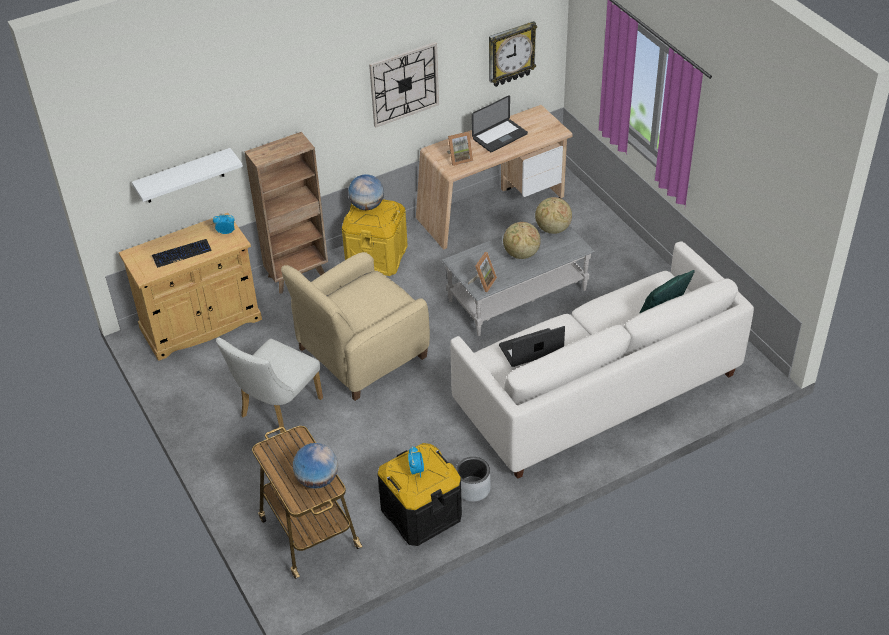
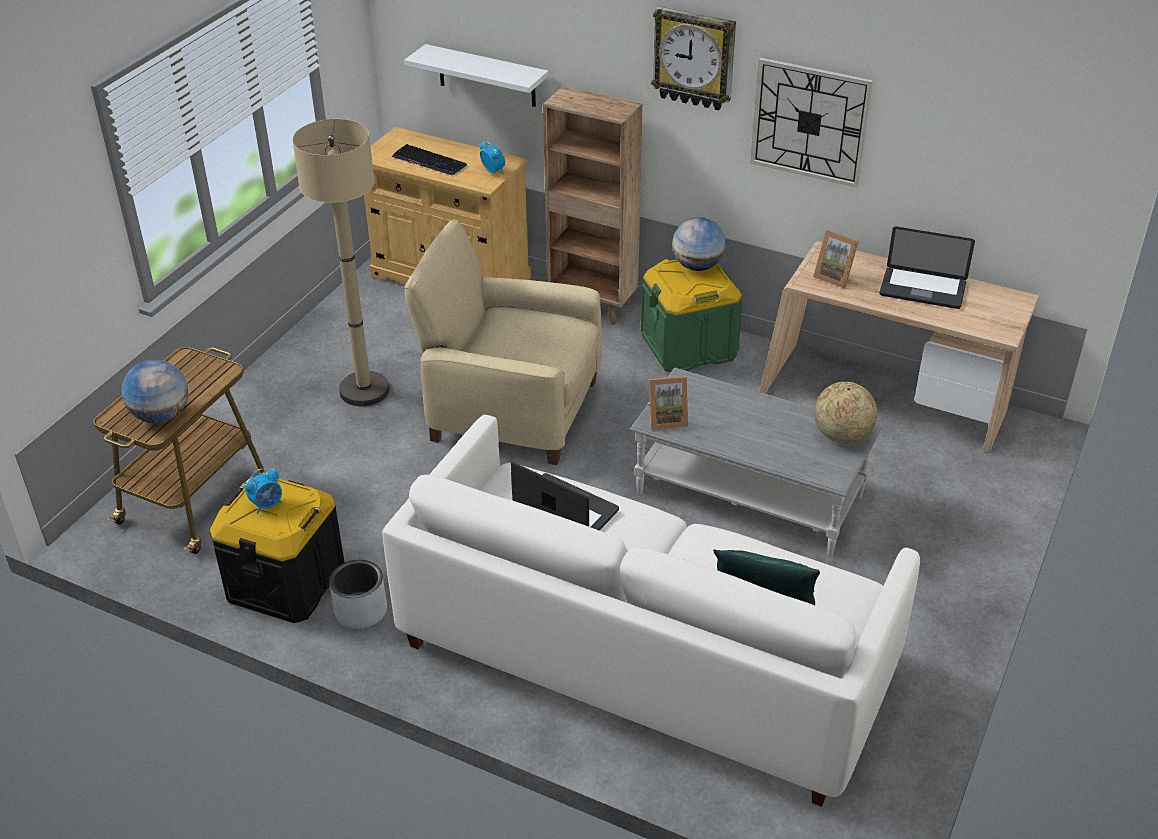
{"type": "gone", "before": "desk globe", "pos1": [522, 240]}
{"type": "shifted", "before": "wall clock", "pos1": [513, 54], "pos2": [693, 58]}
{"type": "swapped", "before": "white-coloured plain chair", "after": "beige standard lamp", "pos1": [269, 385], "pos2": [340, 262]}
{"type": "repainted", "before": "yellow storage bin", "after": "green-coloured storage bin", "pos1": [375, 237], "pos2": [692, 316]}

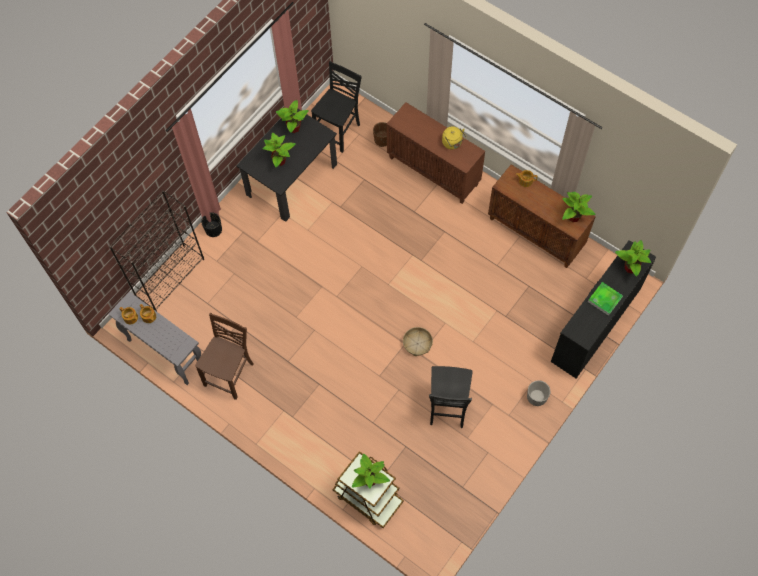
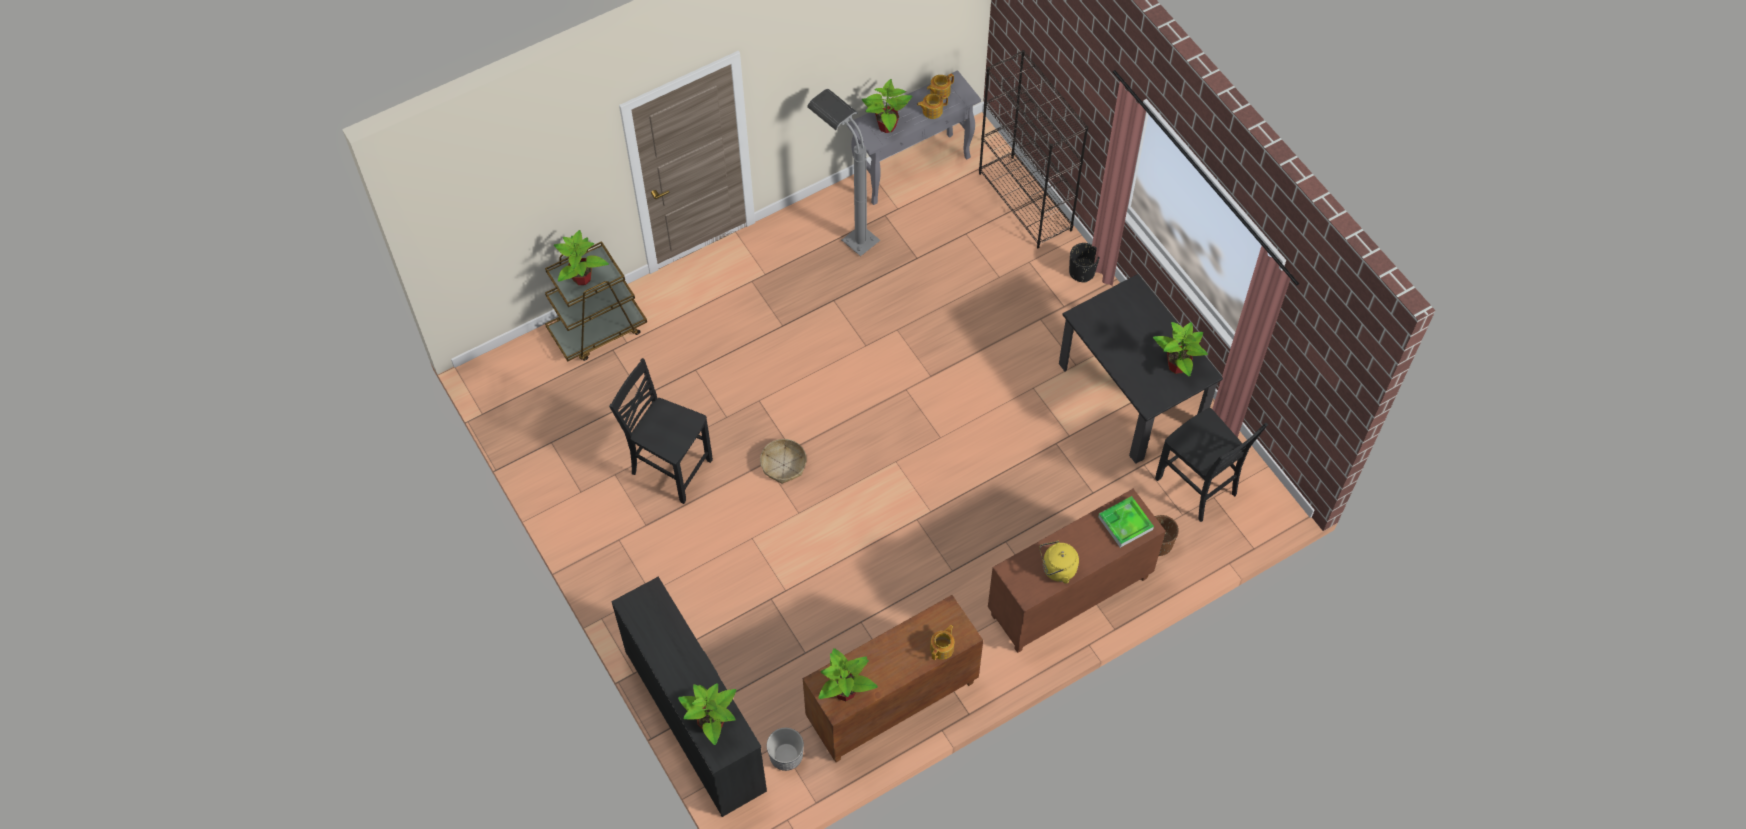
{"type": "shifted", "before": "plant in a pot", "pos1": [279, 150], "pos2": [887, 106]}
{"type": "shifted", "before": "plant pot", "pos1": [538, 393], "pos2": [785, 749]}
{"type": "shifted", "before": "serving tray", "pos1": [605, 299], "pos2": [1126, 522]}
{"type": "swapped", "before": "brownish plain chair", "after": "grey standard lamp", "pos1": [224, 356], "pos2": [843, 172]}

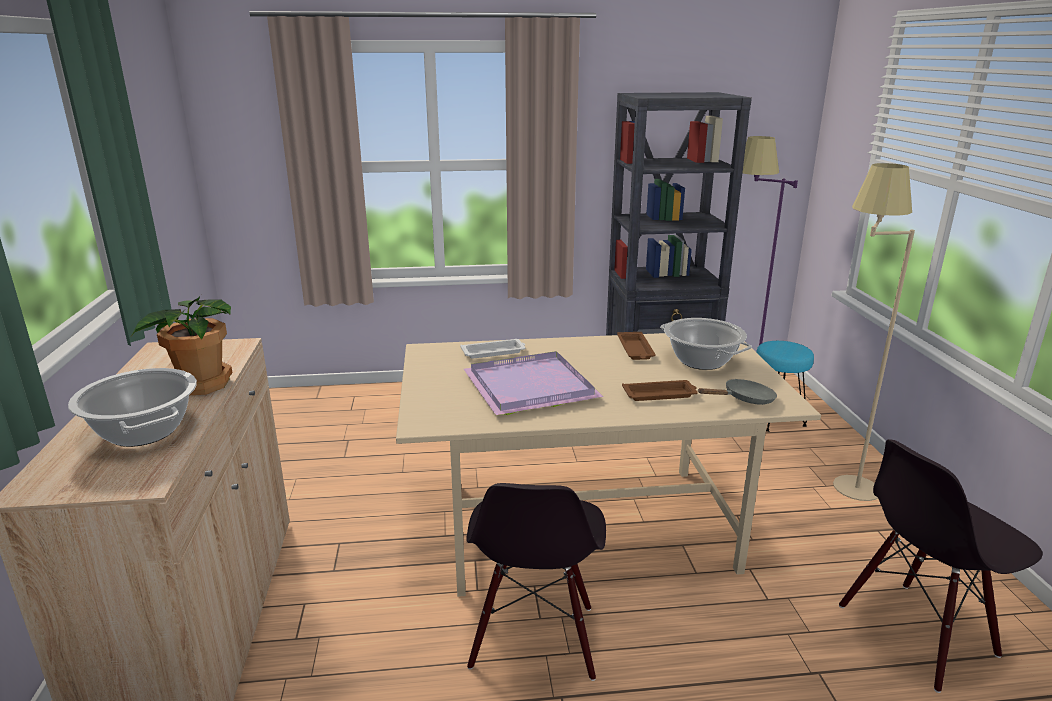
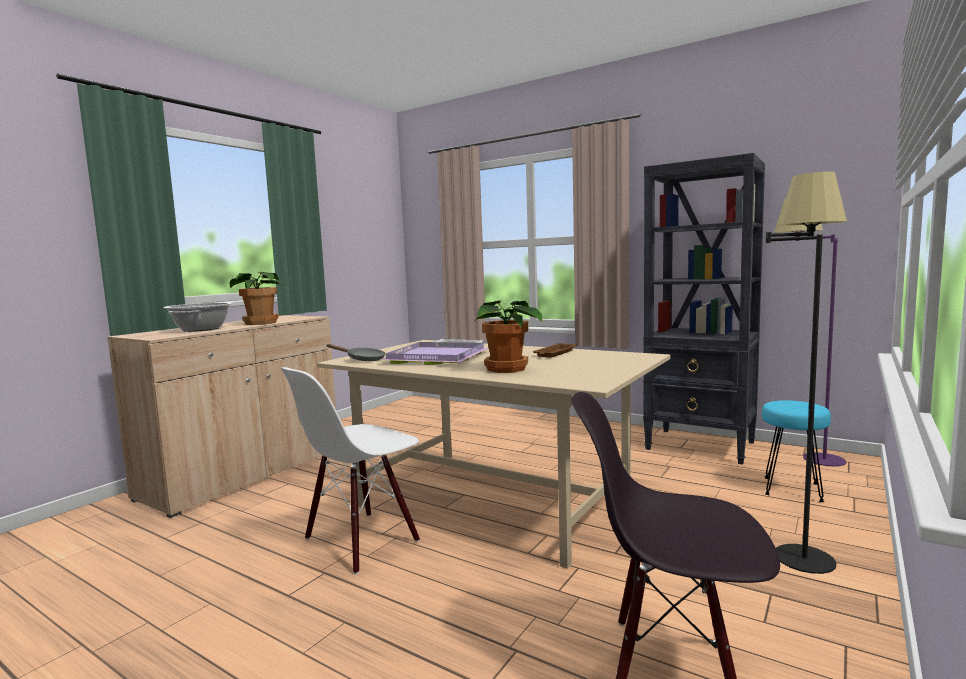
{"type": "gone", "before": "saucepot", "pos1": [706, 344]}
{"type": "shifted", "before": "grey pan", "pos1": [737, 392], "pos2": [356, 352]}
{"type": "swapped", "before": "brownish serving tray", "after": "plant in a pot", "pos1": [660, 390], "pos2": [509, 336]}
{"type": "repainted", "before": "black plain chair", "after": "white-coloured plain chair", "pos1": [536, 582], "pos2": [350, 470]}
{"type": "repainted", "before": "beige standard lamp", "after": "black standard lamp", "pos1": [874, 332], "pos2": [806, 372]}

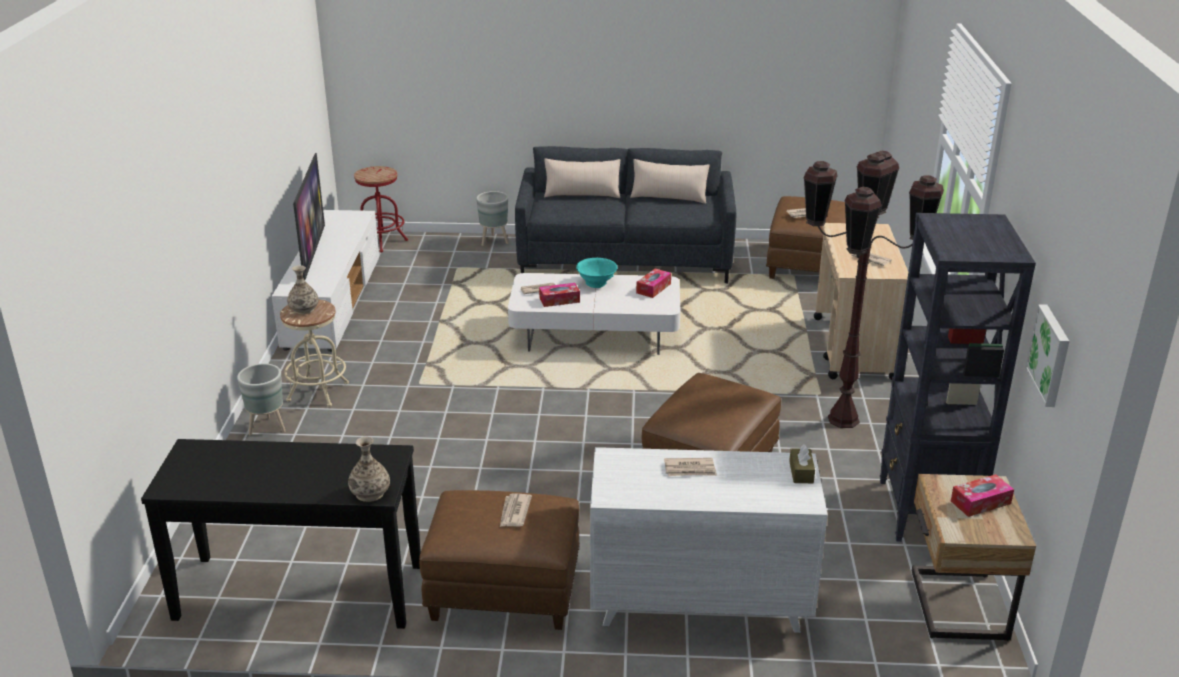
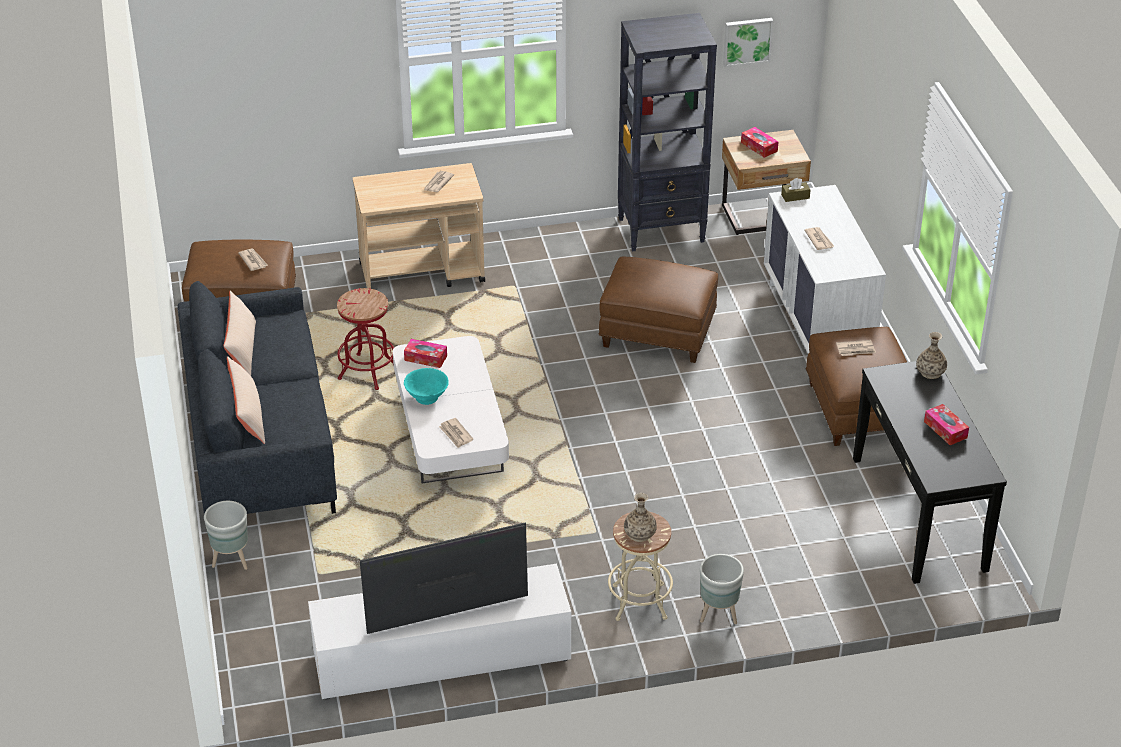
{"type": "gone", "before": "brownish standard lamp", "pos1": [874, 289]}
{"type": "shifted", "before": "red-coloured sitting stool", "pos1": [381, 209], "pos2": [365, 339]}
{"type": "shifted", "before": "tissue box", "pos1": [559, 295], "pos2": [946, 424]}

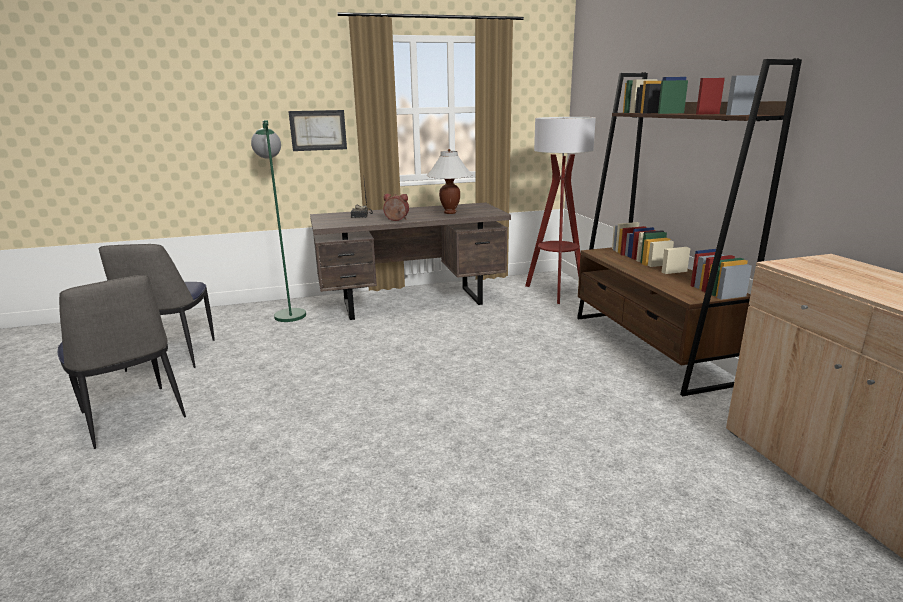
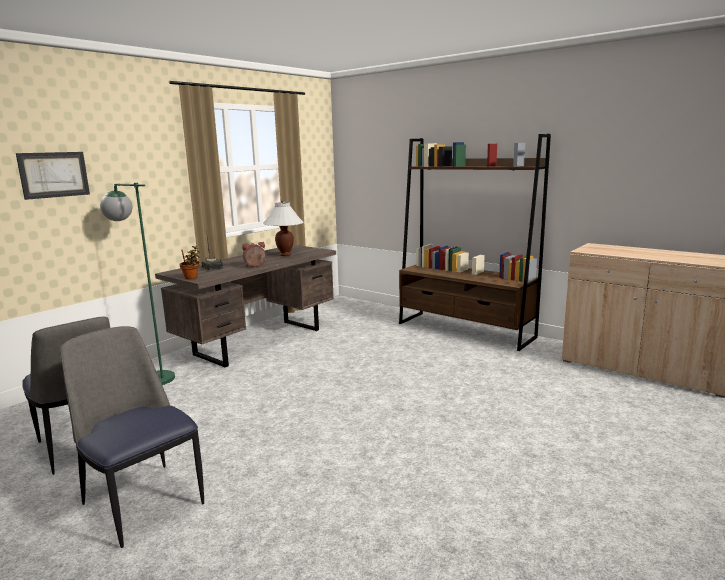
{"type": "gone", "before": "standard lamp", "pos1": [560, 210]}
{"type": "new", "after": "plant in a pot", "pos2": [189, 262]}
{"type": "shifted", "before": "wall picture", "pos1": [317, 130], "pos2": [53, 176]}
{"type": "rotated", "before": "plain chair", "pos1": [122, 362], "pos2": [132, 437], "turn": -150}

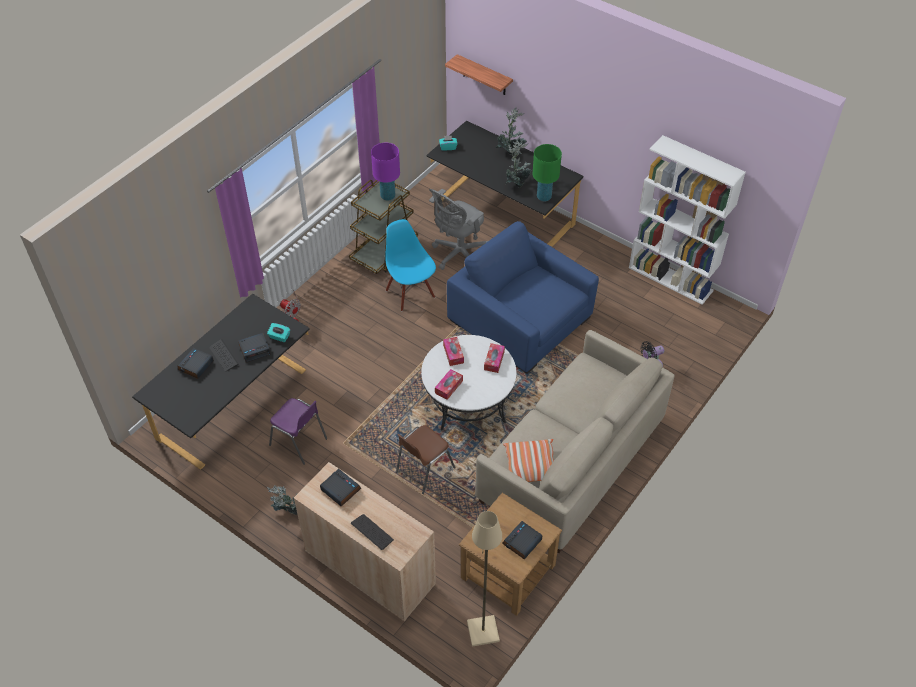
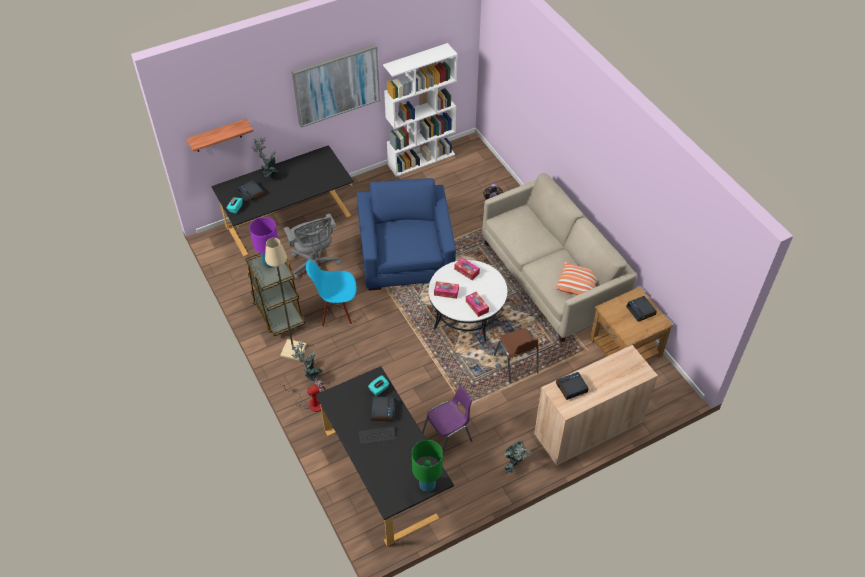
{"type": "gone", "before": "PC keyboard", "pos1": [372, 532]}
{"type": "new", "after": "wall picture", "pos2": [336, 86]}
{"type": "shifted", "before": "bedside clock", "pos1": [196, 363], "pos2": [251, 191]}
{"type": "shifted", "before": "beige standard lamp", "pos1": [484, 579], "pos2": [285, 299]}
{"type": "shifted", "before": "plant in a pot", "pos1": [518, 163], "pos2": [307, 361]}
{"type": "shifted", "before": "green-coloured tabletop lamp", "pos1": [547, 172], "pos2": [427, 466]}
{"type": "rotated", "before": "bluish lounge chair", "pos1": [523, 297], "pos2": [406, 234], "turn": 105}

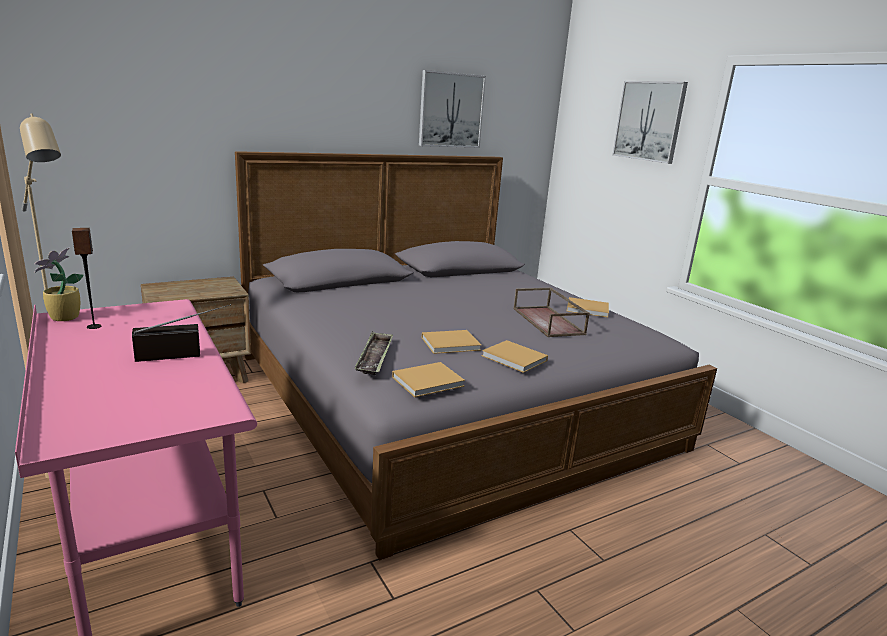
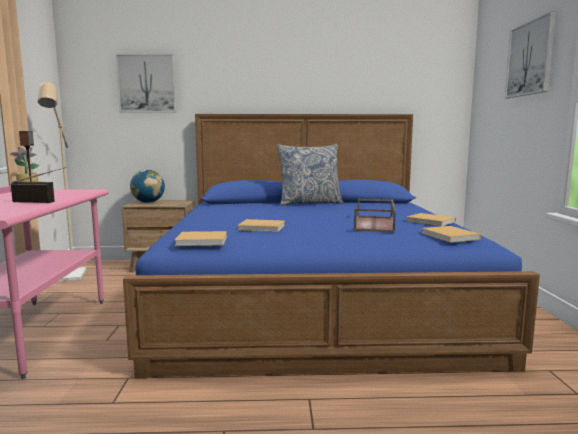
{"type": "gone", "before": "serving tray", "pos1": [373, 353]}
{"type": "new", "after": "desk globe", "pos2": [147, 186]}
{"type": "new", "after": "throw pillow", "pos2": [310, 174]}
{"type": "shifted", "before": "wall picture", "pos1": [452, 109], "pos2": [146, 83]}
{"type": "shifted", "before": "beige bound book", "pos1": [515, 356], "pos2": [451, 234]}
{"type": "repainted", "before": "grey bedroom bed", "after": "bluish bedroom bed", "pos1": [476, 355], "pos2": [331, 246]}

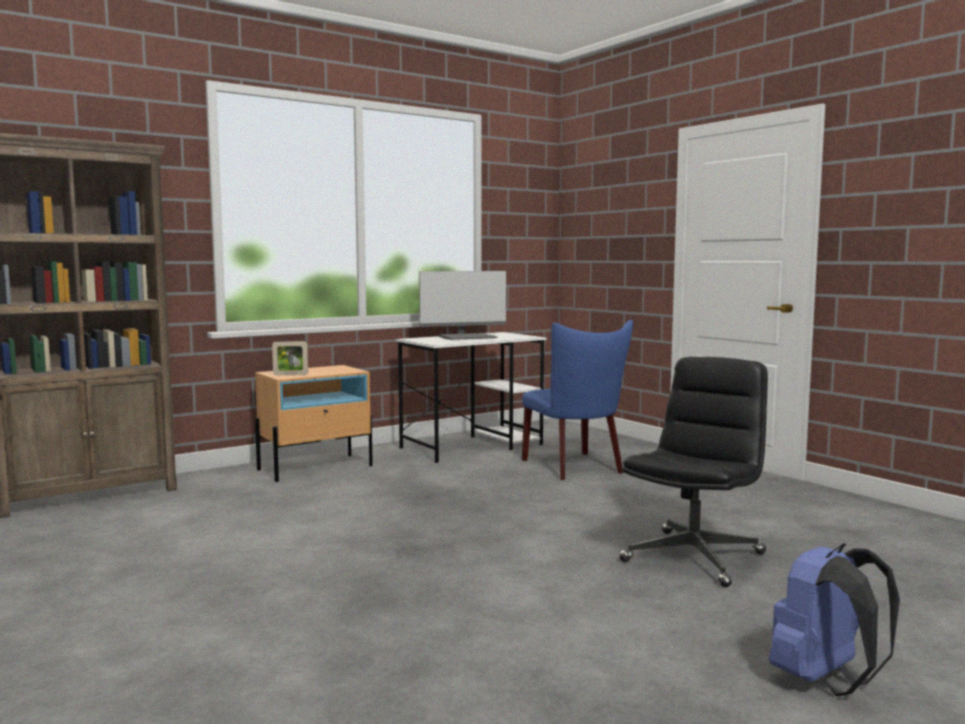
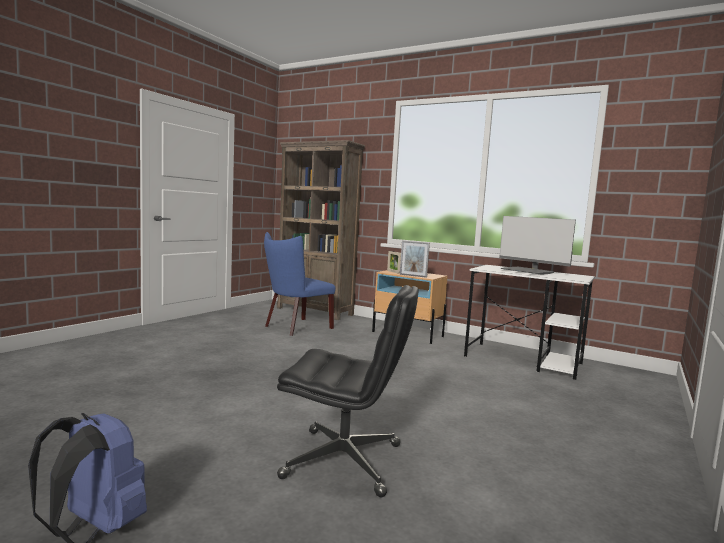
{"type": "new", "after": "photo frame", "pos2": [415, 259]}
{"type": "shifted", "before": "bluish plain chair", "pos1": [577, 400], "pos2": [300, 284]}

